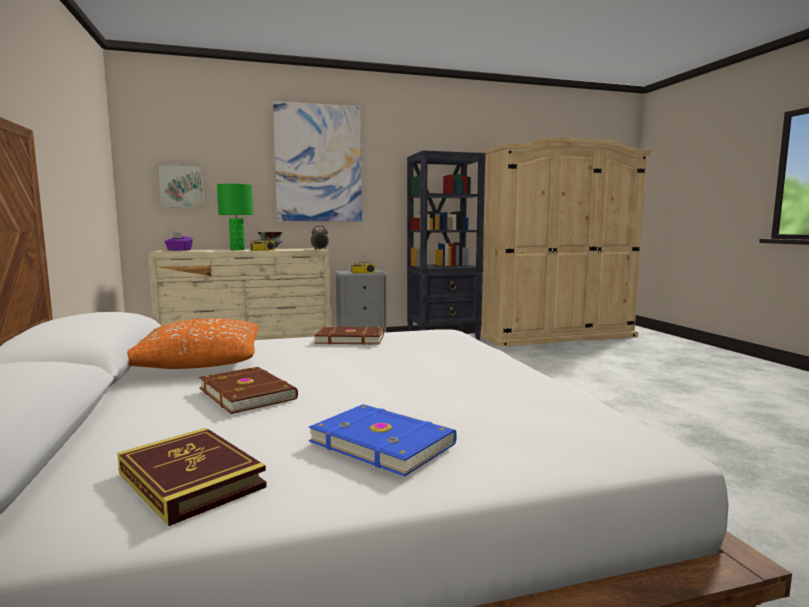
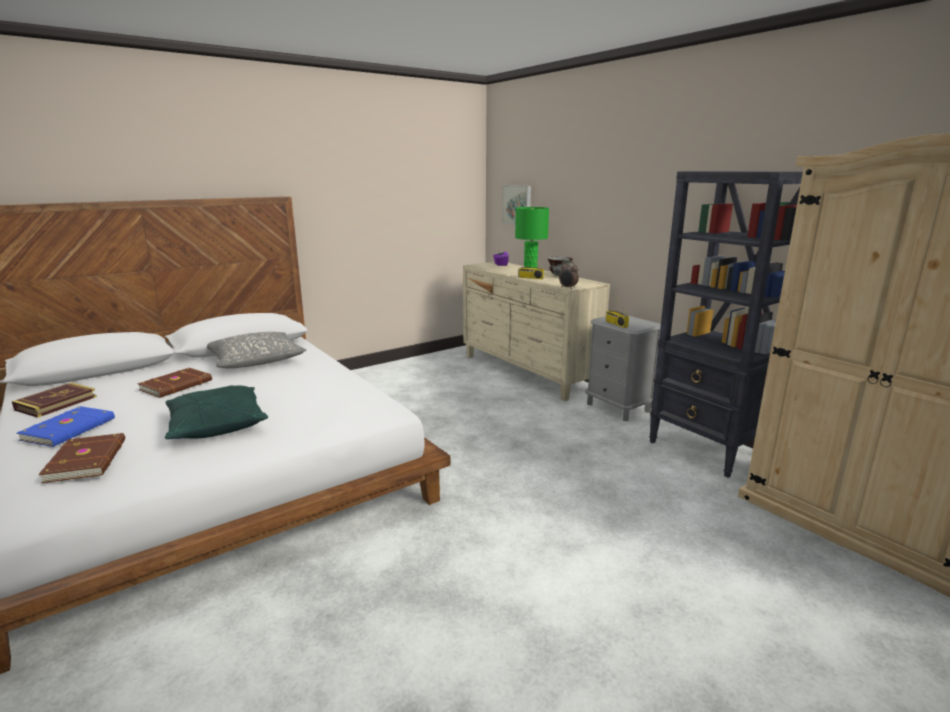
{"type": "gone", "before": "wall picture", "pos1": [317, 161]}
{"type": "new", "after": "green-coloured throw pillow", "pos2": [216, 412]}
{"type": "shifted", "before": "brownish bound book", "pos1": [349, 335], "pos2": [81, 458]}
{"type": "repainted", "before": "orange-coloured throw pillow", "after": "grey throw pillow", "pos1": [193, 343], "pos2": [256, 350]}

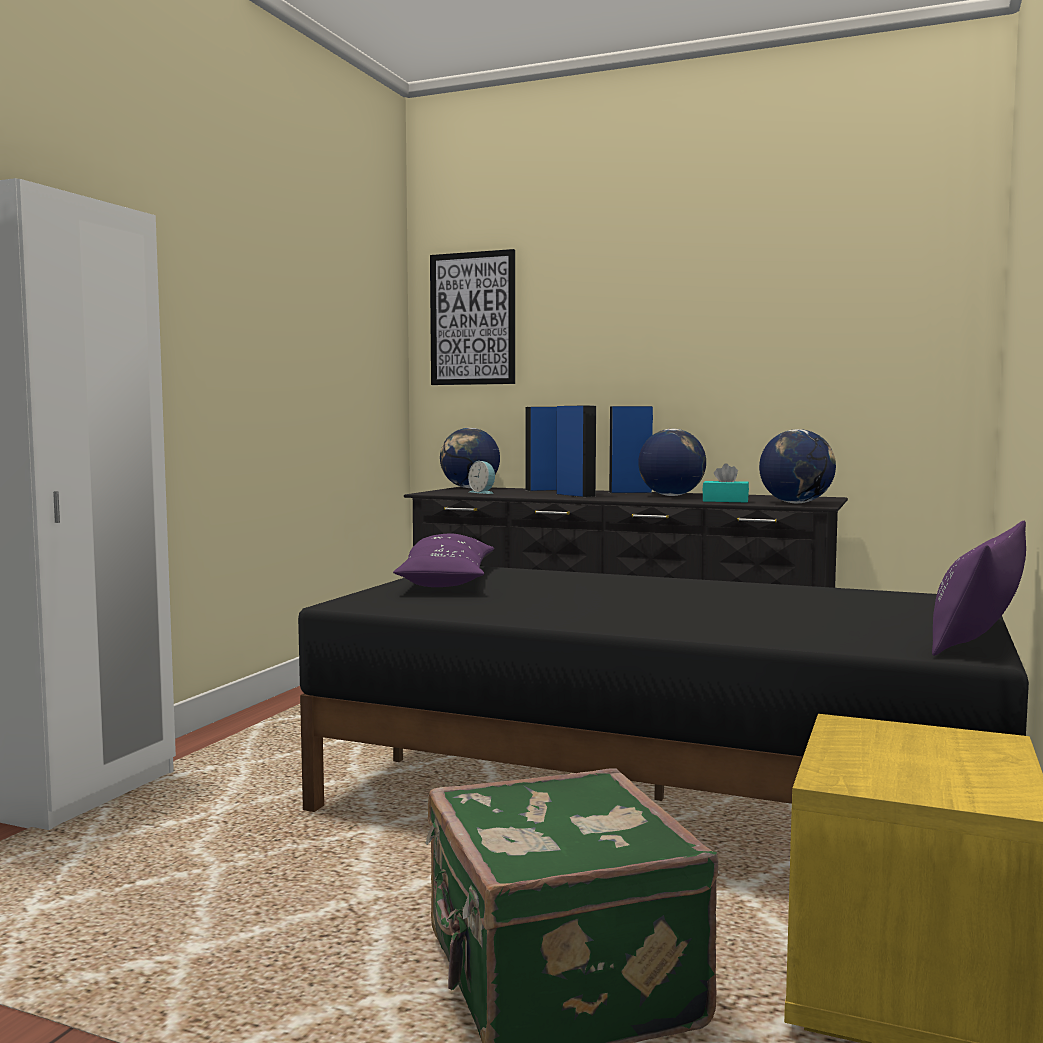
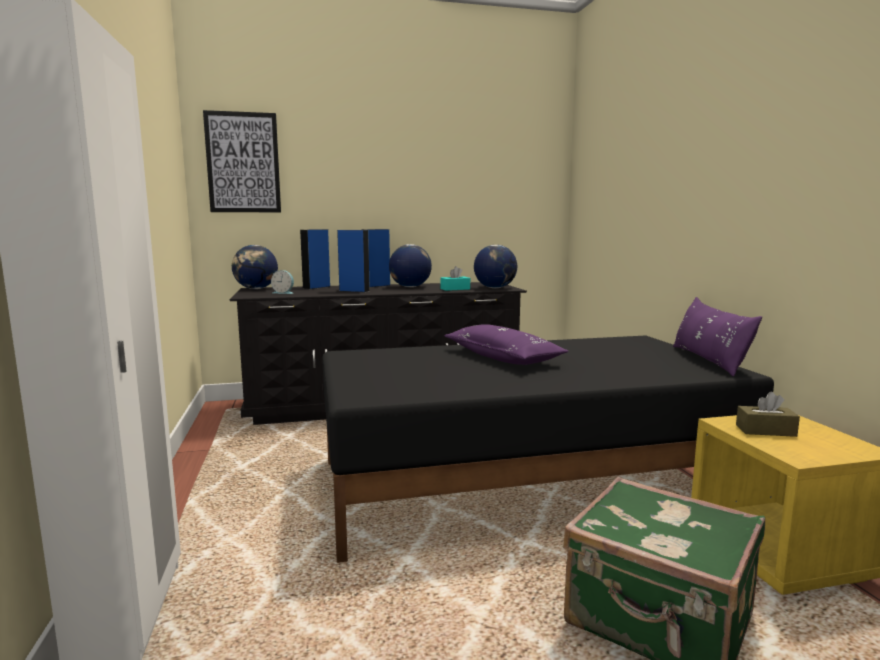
{"type": "new", "after": "brownish tissue box", "pos2": [768, 414]}
{"type": "shifted", "before": "purplish throw pillow", "pos1": [443, 560], "pos2": [506, 344]}

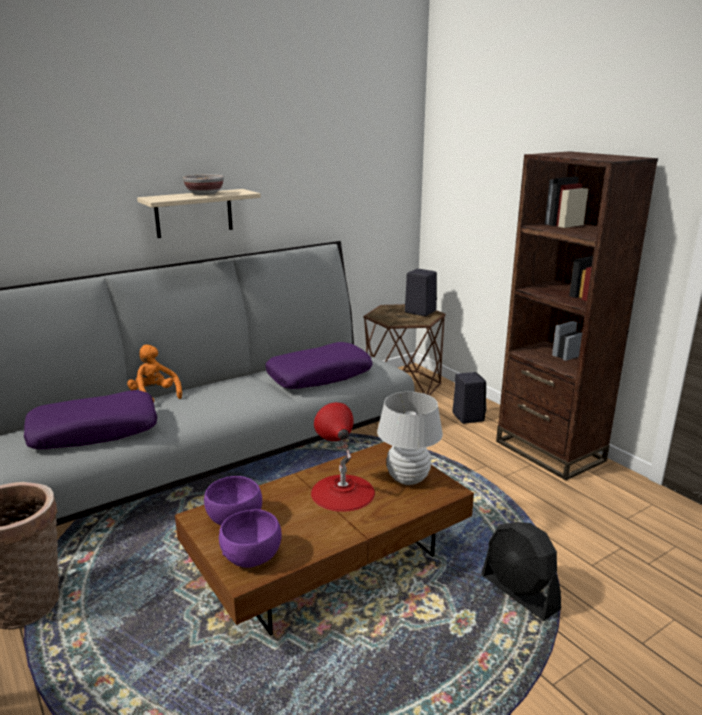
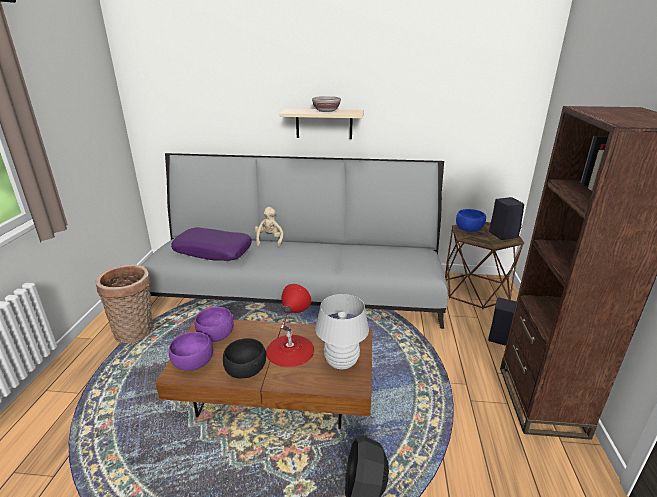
{"type": "gone", "before": "purplish throw pillow", "pos1": [319, 365]}
{"type": "new", "after": "black bowl", "pos2": [244, 358]}
{"type": "new", "after": "bluish bowl", "pos2": [471, 220]}
{"type": "repainted", "before": "orange-coloured soft toy", "after": "beige soft toy", "pos1": [154, 373], "pos2": [268, 227]}

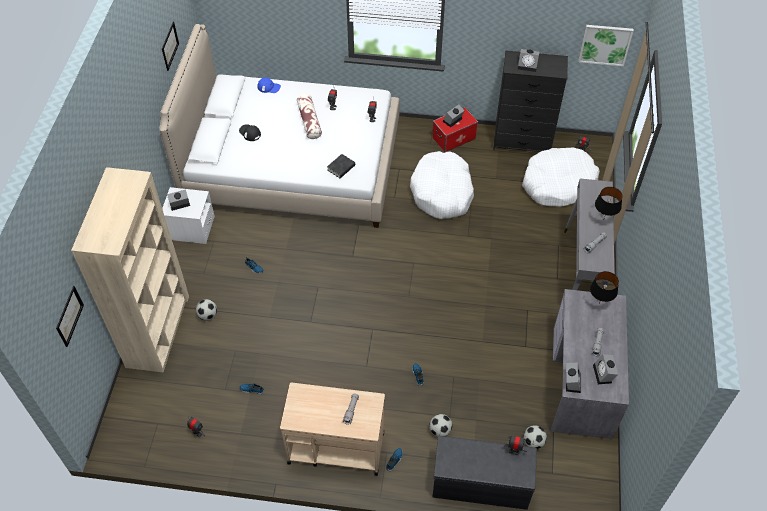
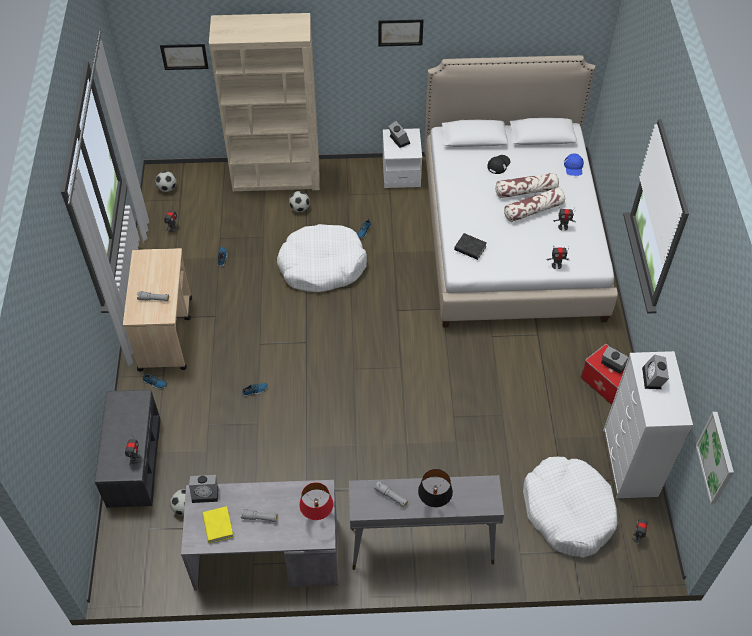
{"type": "new", "after": "throw pillow", "pos2": [527, 185]}
{"type": "shifted", "before": "wall picture", "pos1": [170, 46], "pos2": [400, 33]}
{"type": "shifted", "before": "white-coloured dog cushion", "pos1": [442, 185], "pos2": [322, 258]}
{"type": "shifted", "before": "football", "pos1": [440, 425], "pos2": [166, 181]}
{"type": "swapped", "before": "bedside clock", "after": "yellow bound book", "pos1": [605, 369], "pos2": [218, 524]}
{"type": "repainted", "before": "black dresser", "after": "white-coloured dresser", "pos1": [530, 101], "pos2": [648, 424]}
{"type": "repainted", "before": "black tabletop lamp", "after": "red-coloured tabletop lamp", "pos1": [604, 287], "pos2": [316, 501]}

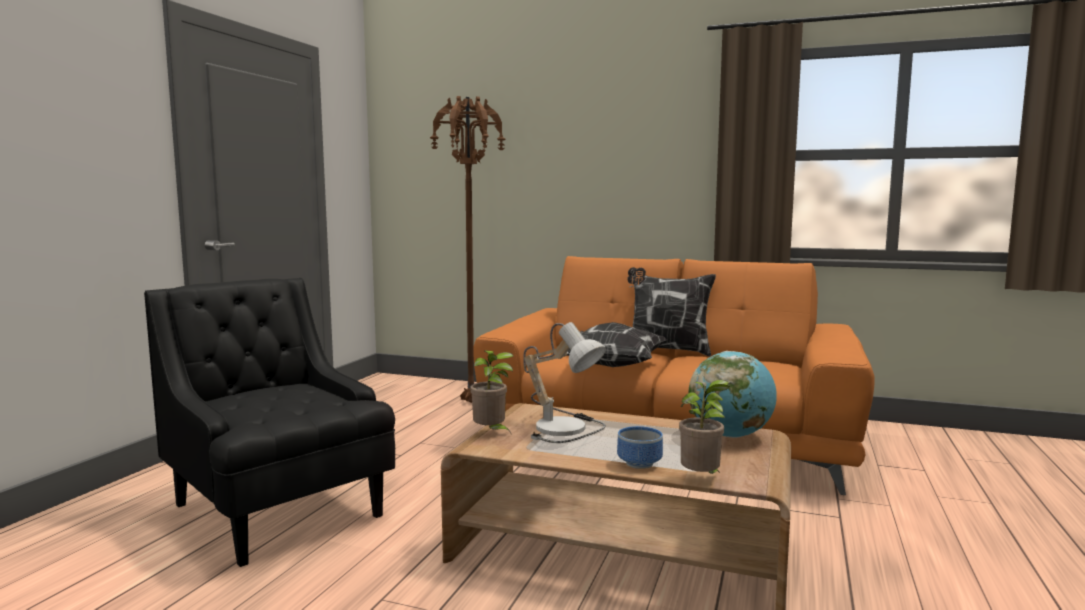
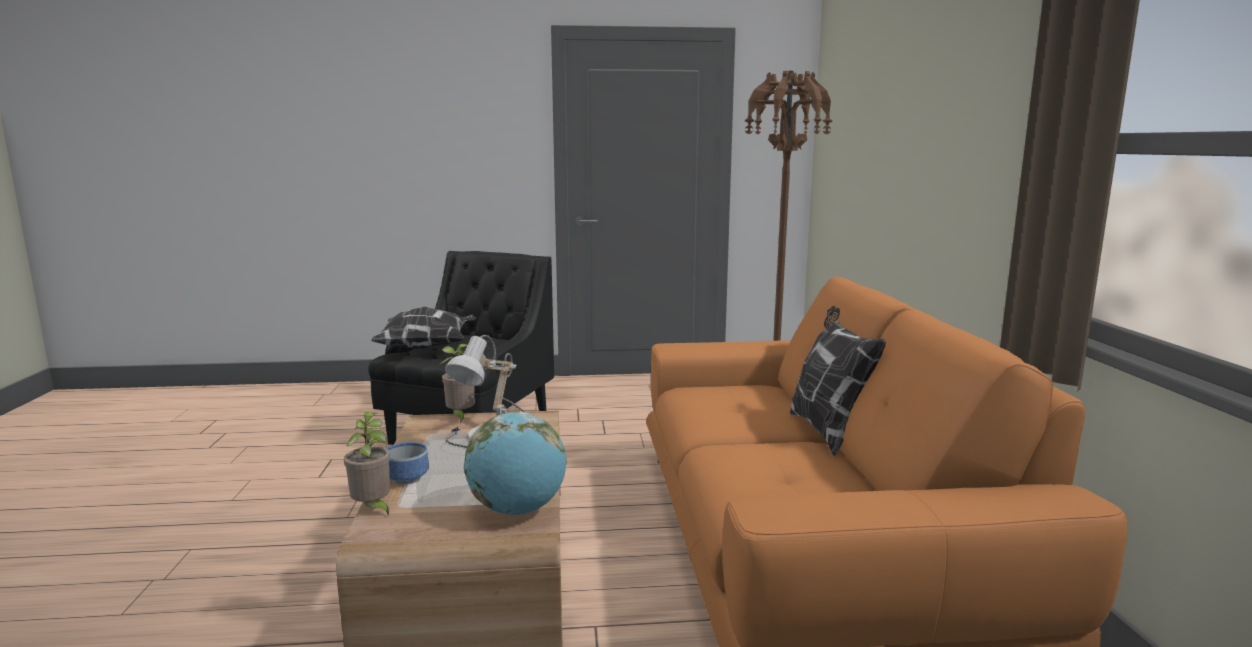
{"type": "shifted", "before": "throw pillow", "pos1": [617, 344], "pos2": [423, 328]}

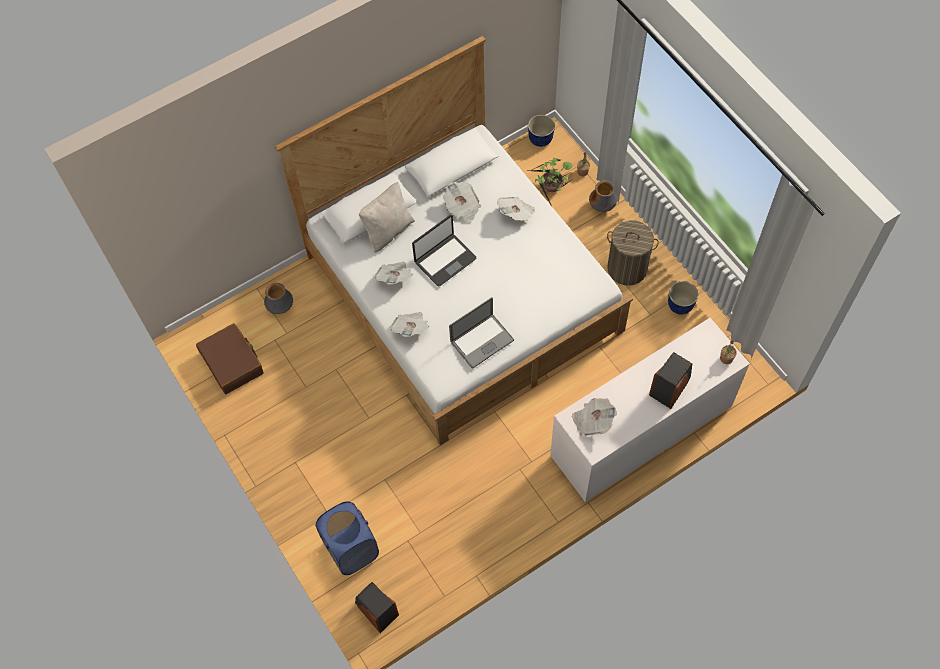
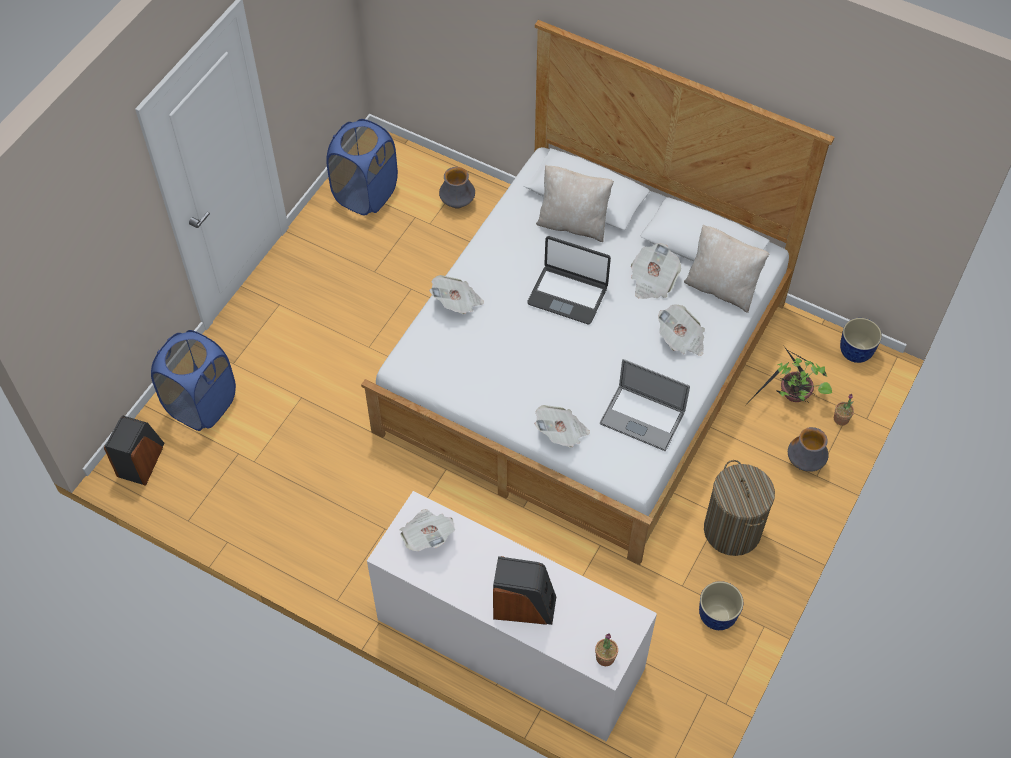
{"type": "new", "after": "beige throw pillow", "pos2": [726, 268]}
{"type": "shifted", "before": "printed paper", "pos1": [394, 273], "pos2": [562, 426]}
{"type": "shifted", "before": "portable computer", "pos1": [481, 333], "pos2": [645, 405]}
{"type": "swapped", "before": "brownish piece of luggage", "after": "bluish washing basket", "pos1": [230, 358], "pos2": [362, 167]}

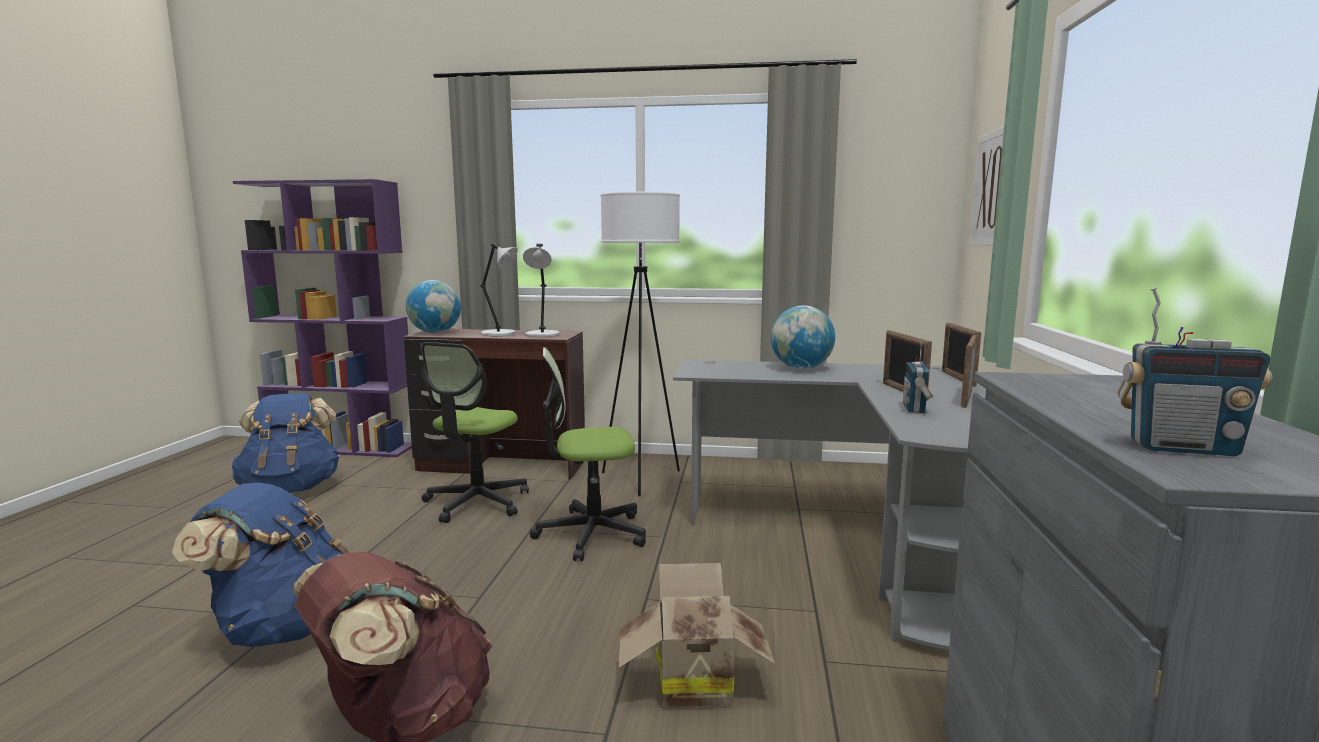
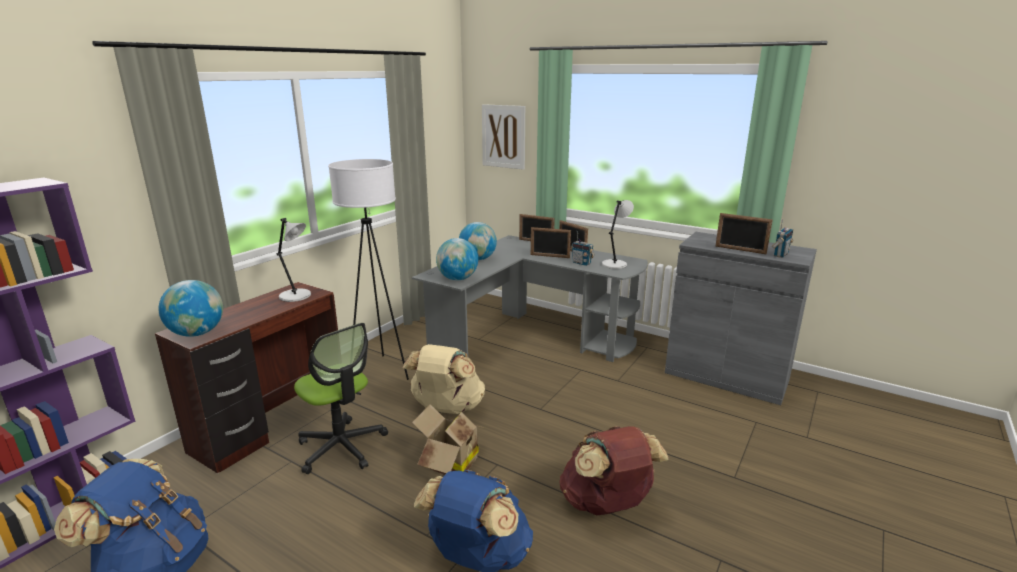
{"type": "new", "after": "desk globe", "pos2": [457, 259]}
{"type": "new", "after": "photo frame", "pos2": [744, 233]}
{"type": "shifted", "before": "grey tabletop lamp", "pos1": [499, 290], "pos2": [618, 234]}
{"type": "shifted", "before": "carton", "pos1": [697, 635], "pos2": [448, 439]}
{"type": "swapped", "before": "desk chair", "after": "beige rucksack", "pos1": [588, 454], "pos2": [444, 379]}

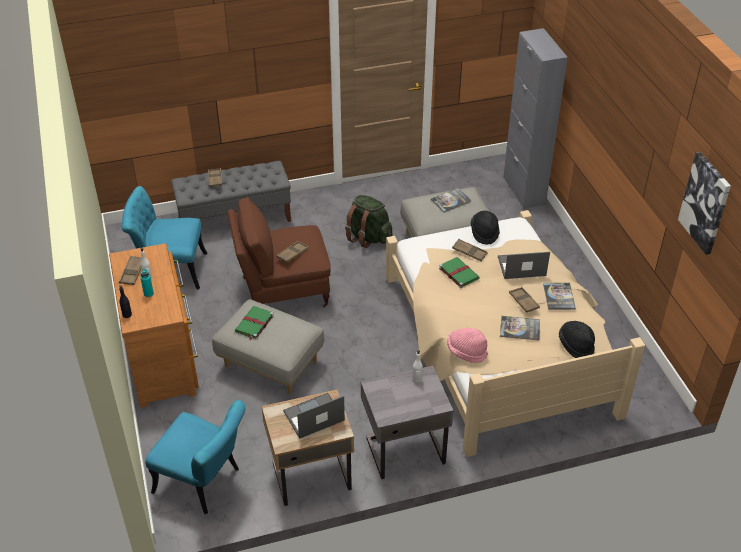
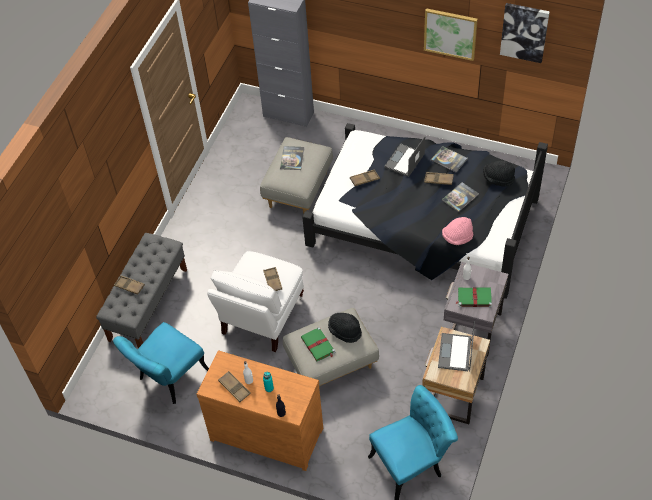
{"type": "gone", "before": "green-coloured rucksack", "pos1": [368, 221]}
{"type": "new", "after": "wall picture", "pos2": [451, 34]}
{"type": "shifted", "before": "green-coloured bound book", "pos1": [459, 272], "pos2": [474, 297]}
{"type": "shifted", "before": "black hat", "pos1": [485, 227], "pos2": [345, 328]}
{"type": "repainted", "before": "brownish lounge chair", "after": "white-coloured lounge chair", "pos1": [279, 252], "pos2": [255, 301]}
{"type": "repainted", "before": "beige bedroom bed", "after": "black bedroom bed", "pos1": [515, 333], "pos2": [425, 211]}

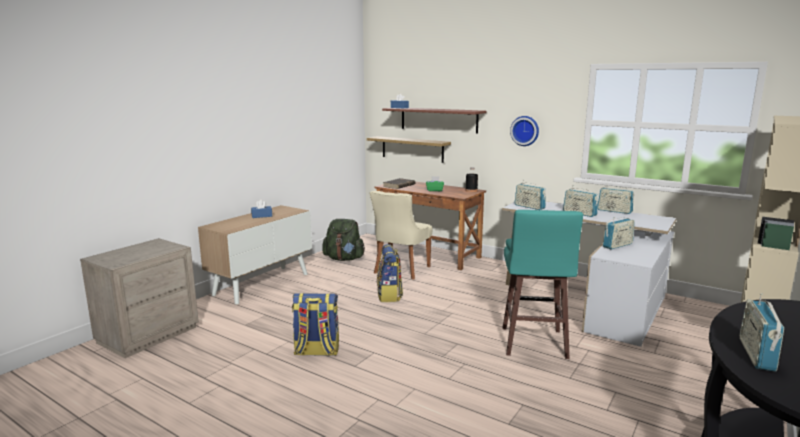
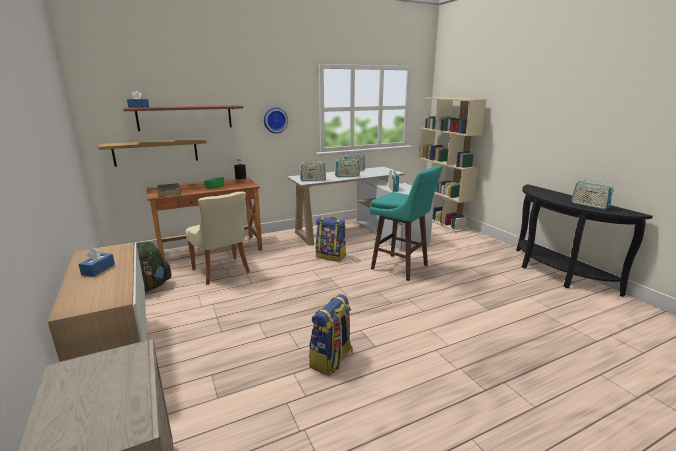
{"type": "shifted", "before": "rucksack", "pos1": [390, 273], "pos2": [331, 239]}

